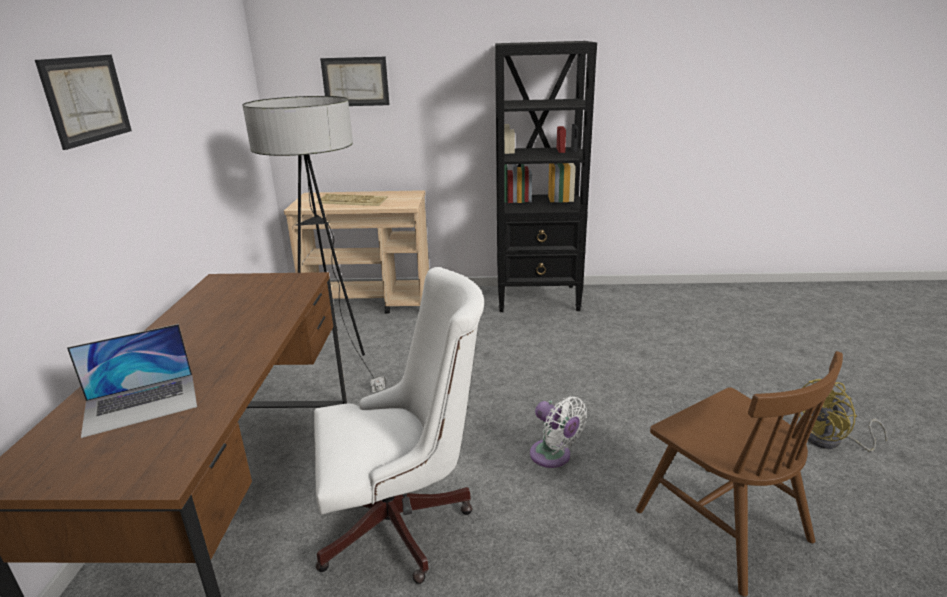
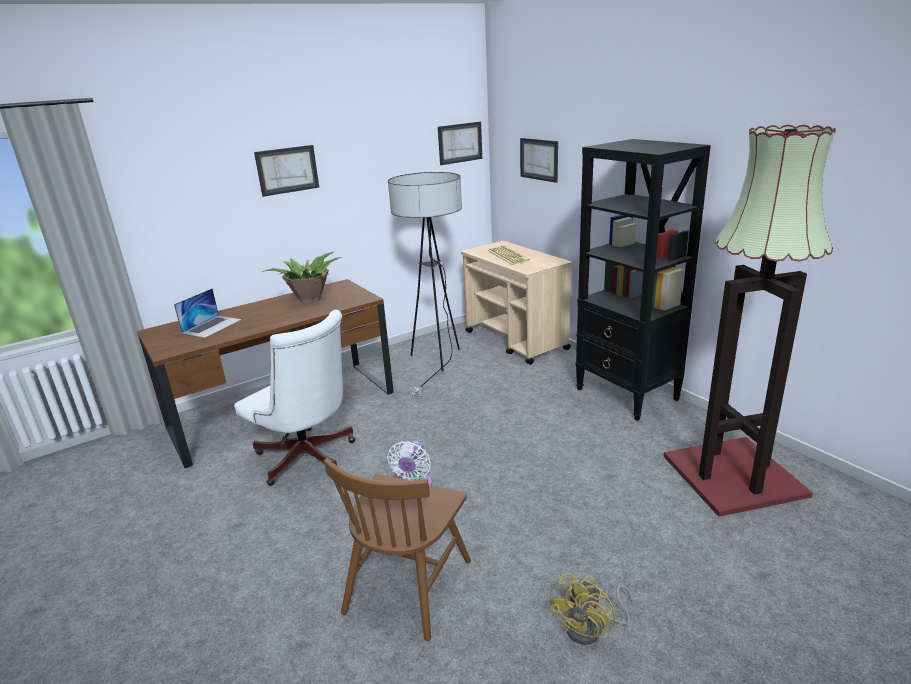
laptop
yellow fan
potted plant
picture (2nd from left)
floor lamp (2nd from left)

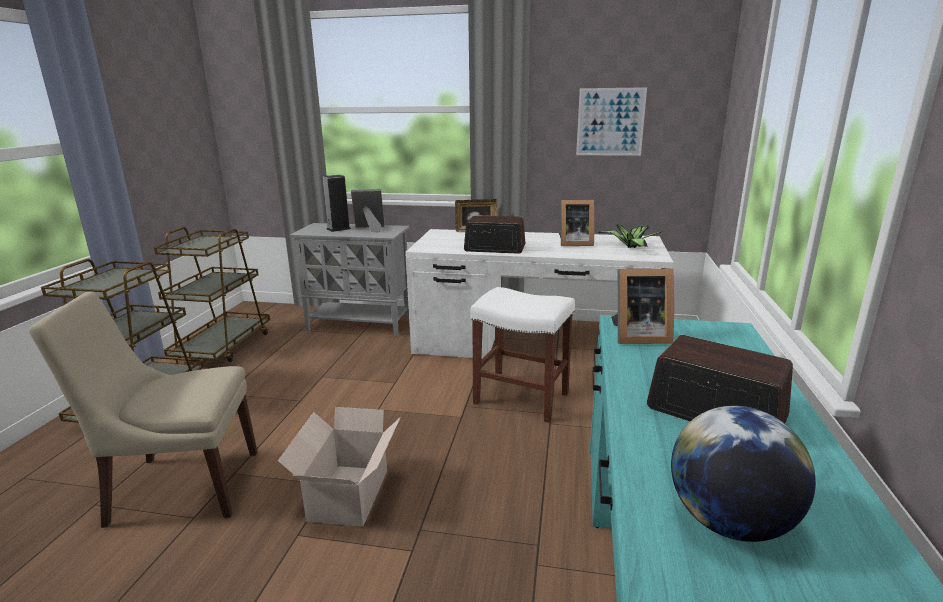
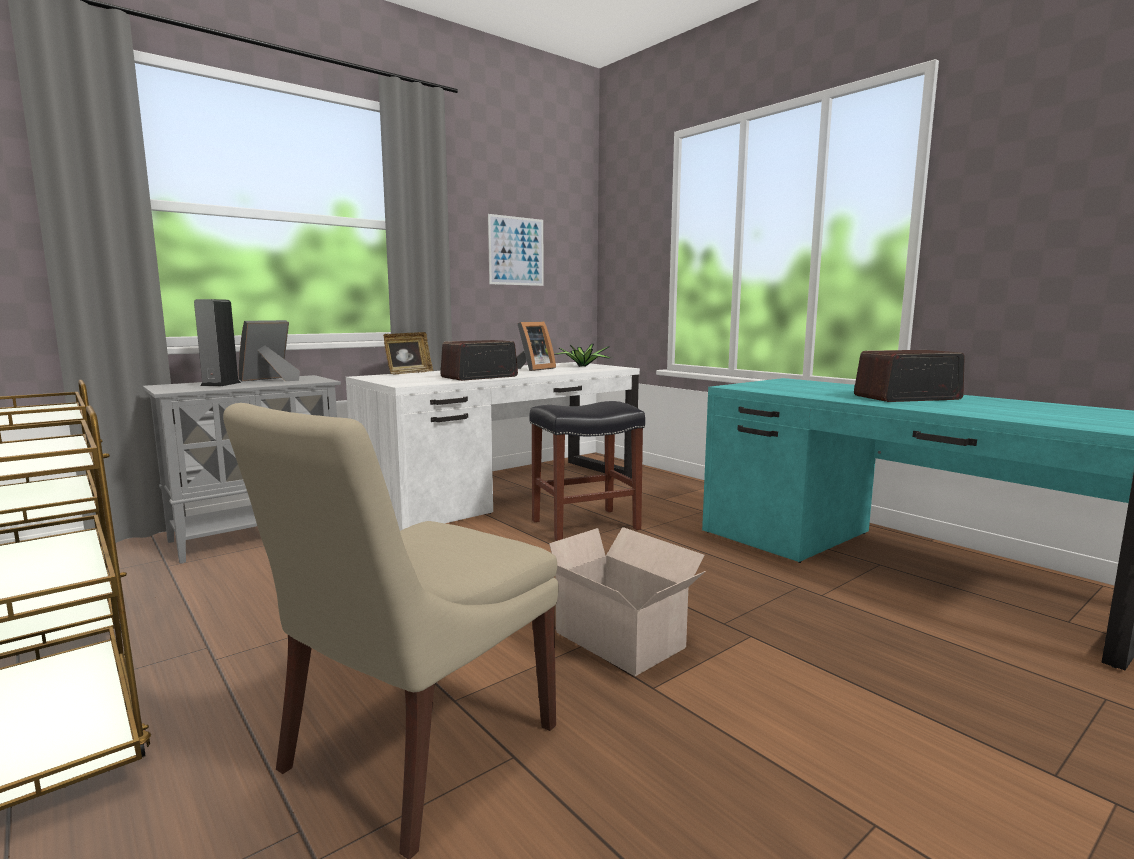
black stool
picture frame (4th from left in the first image)
globe

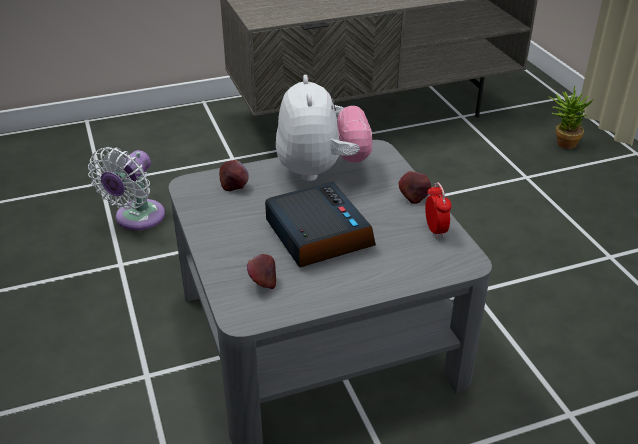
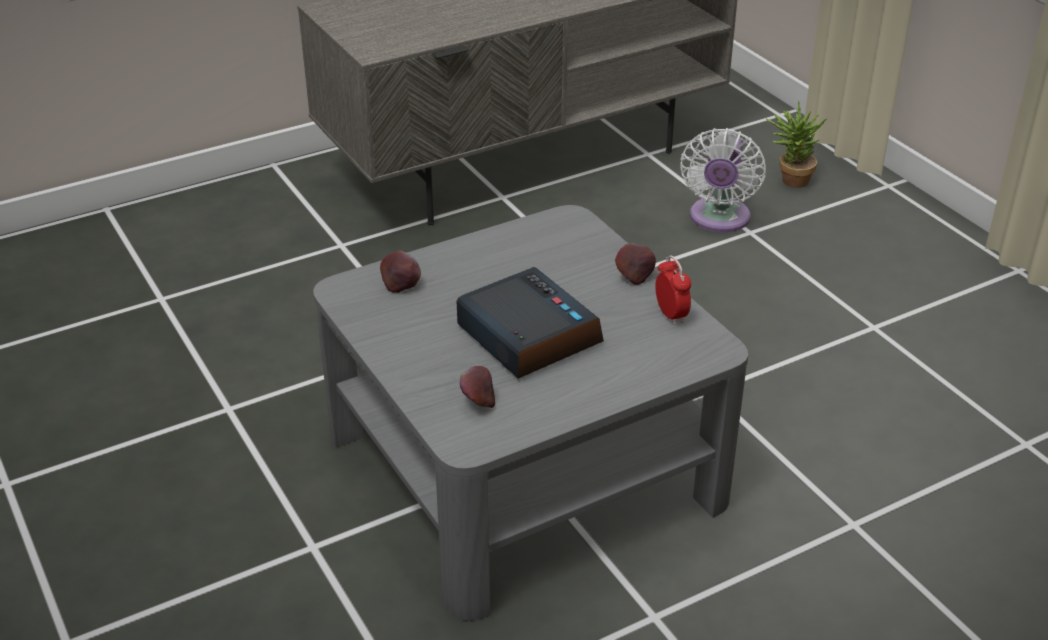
white fan
plush toy

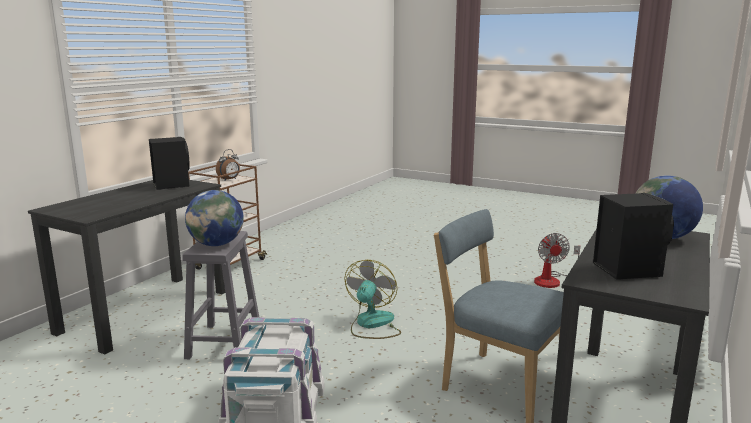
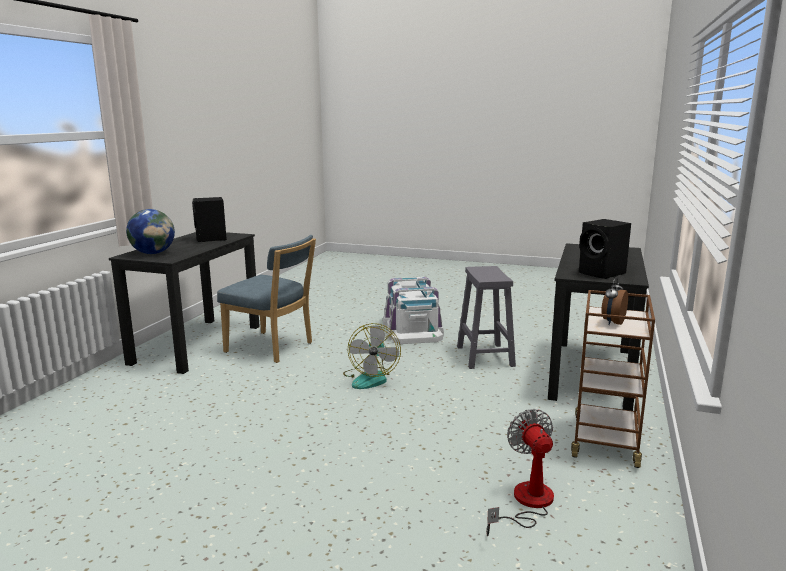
globe (1st from left in the first image)
fan (2nd from left)

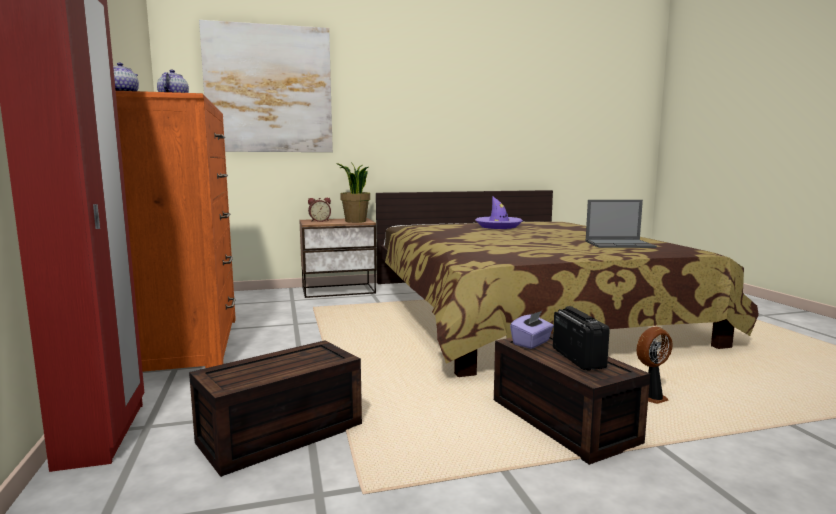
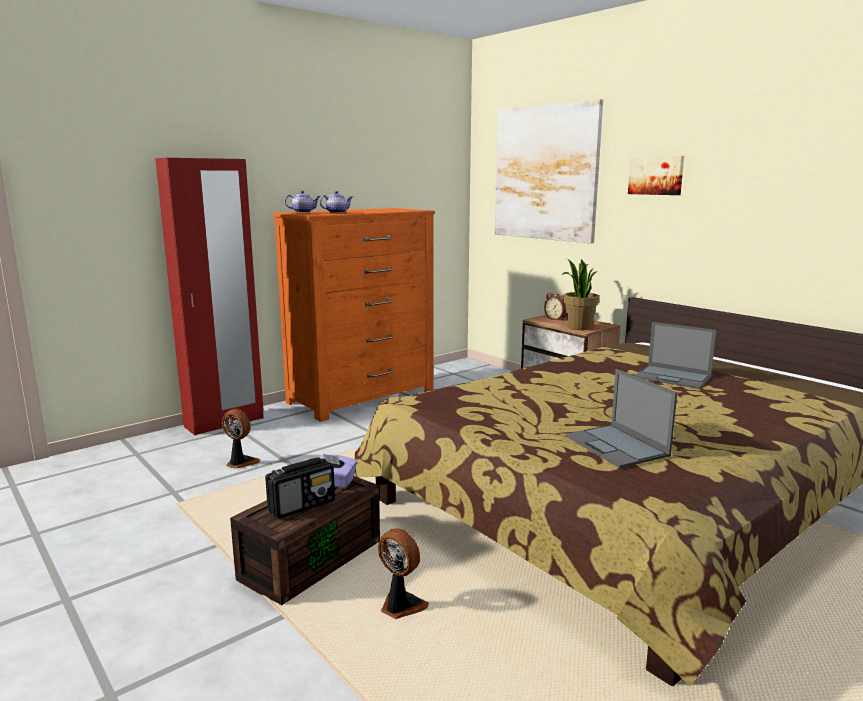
fan (1st from left)
laptop (2nd from left)
picture (2nd from left)

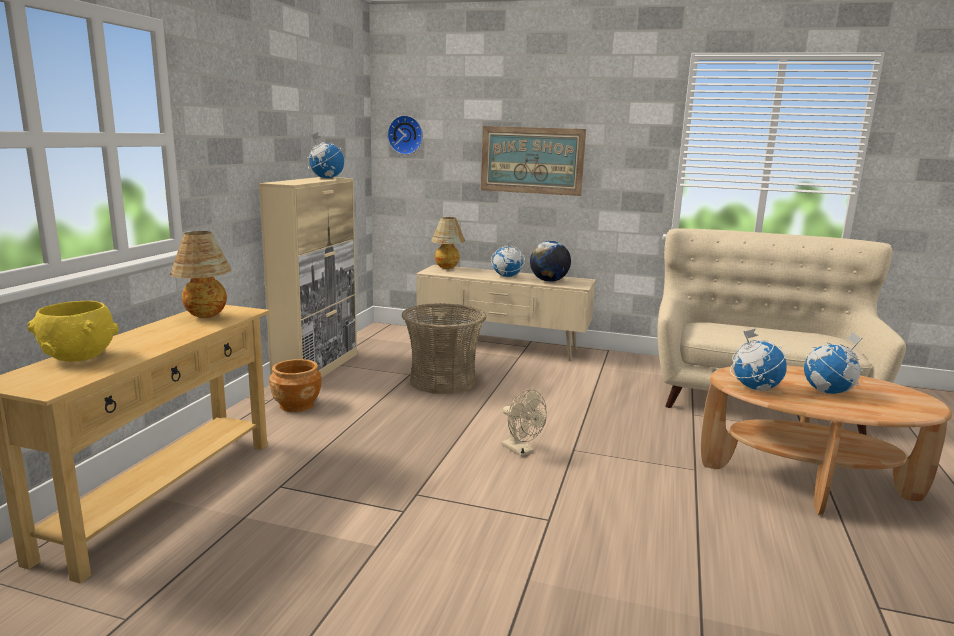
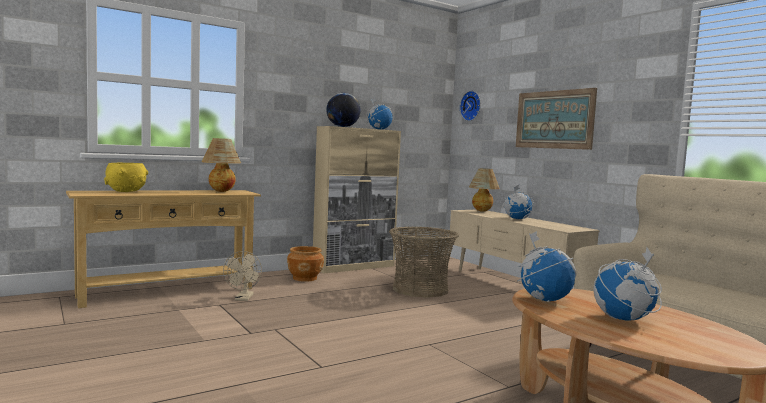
beige fan
globe (1st from left)

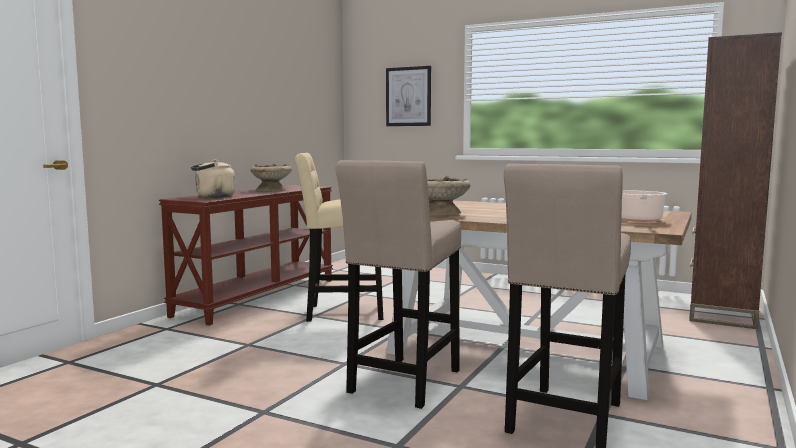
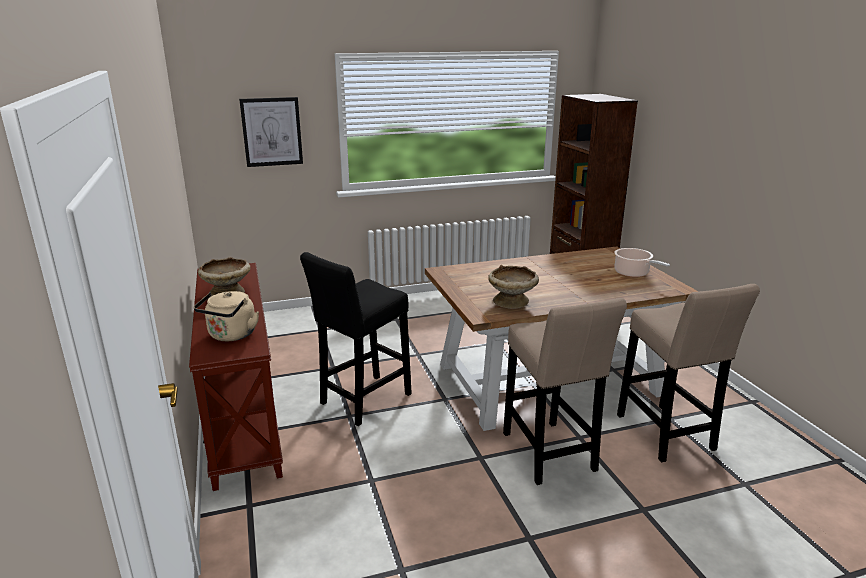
black stool

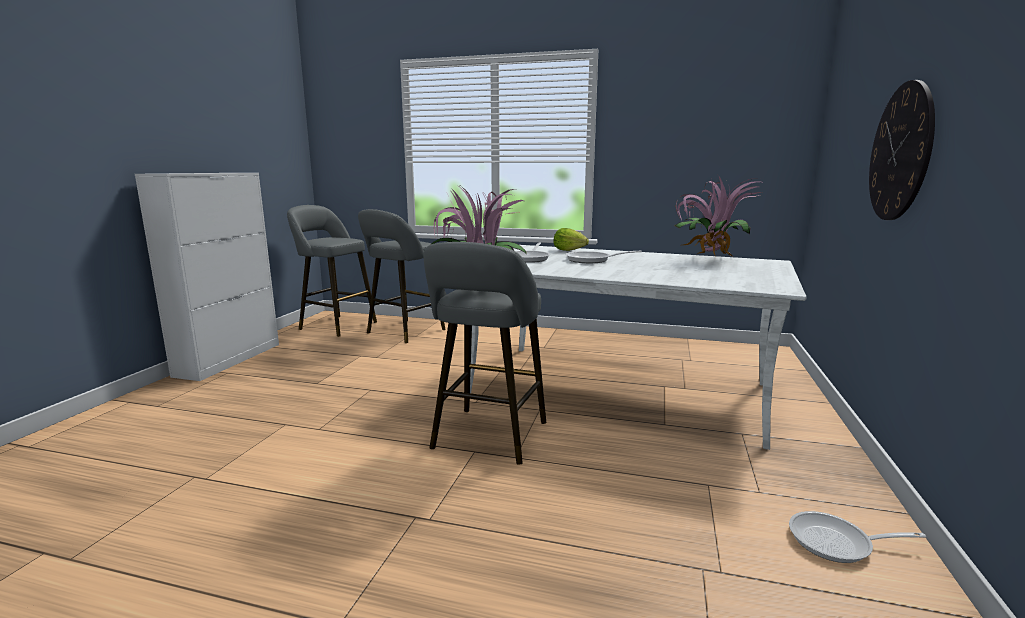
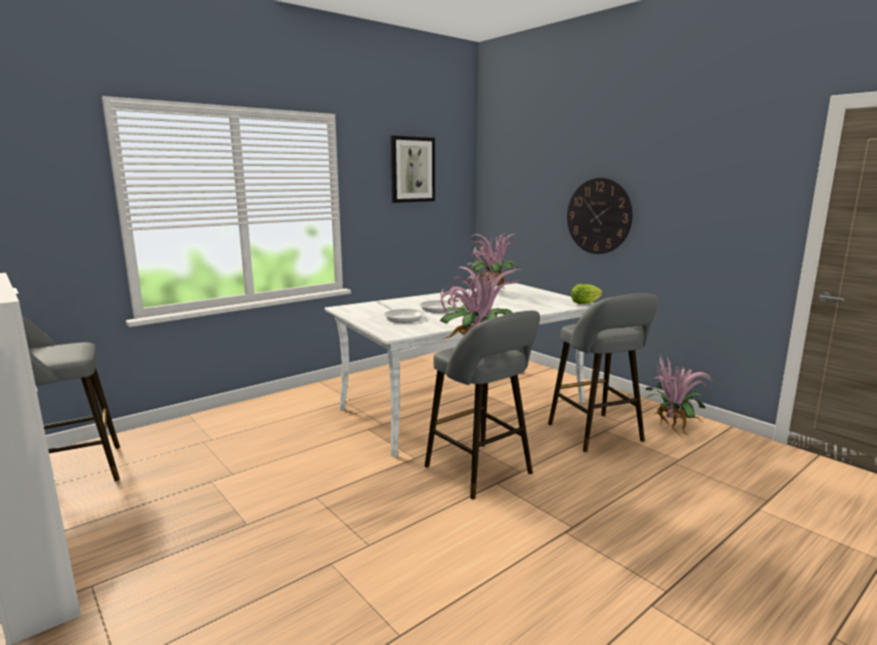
grey stool (3rd from left)
lettuce
potted plant (3rd from left)
picture

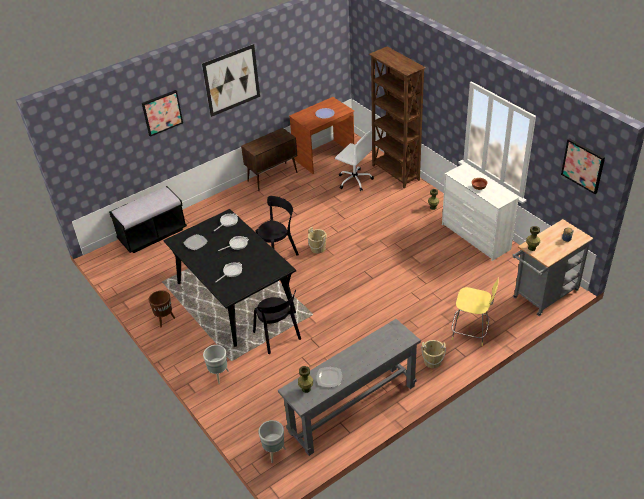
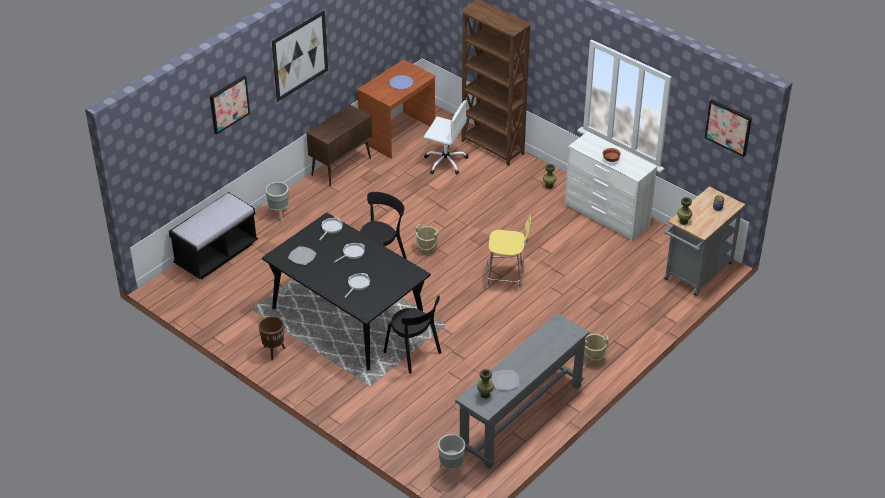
grey planter (1st from left)
yellow stool

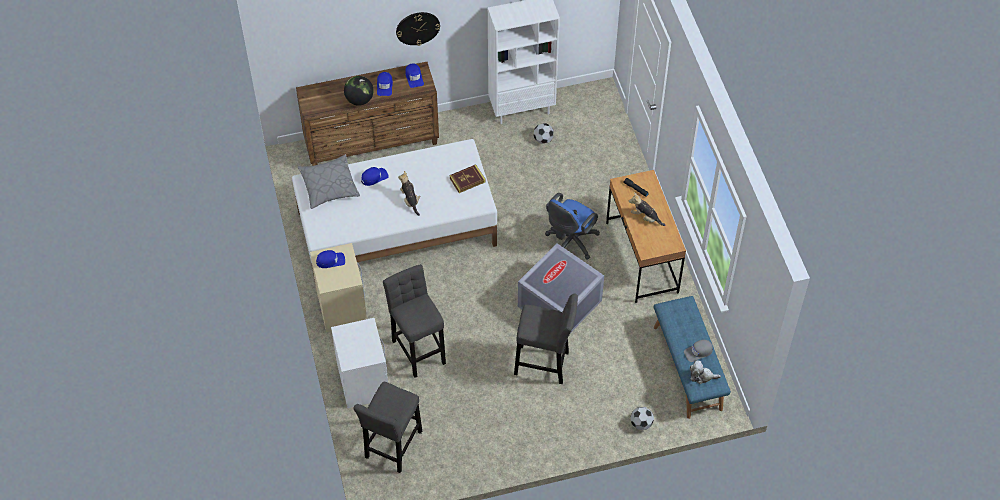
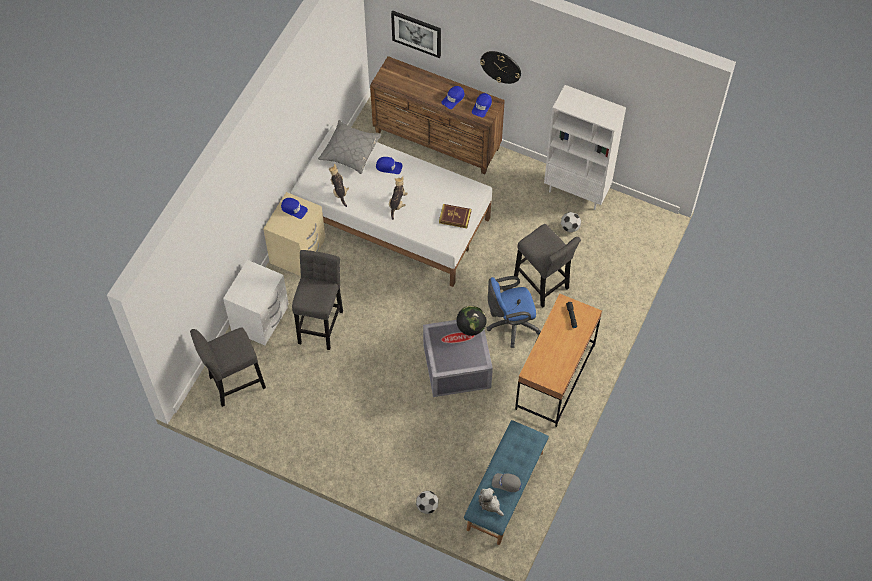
globe
grey stool (3rd from left)
plush toy (1st from left)
picture

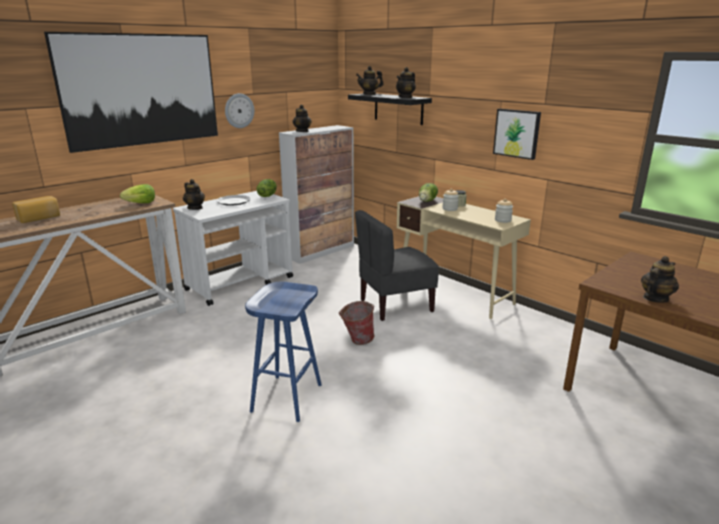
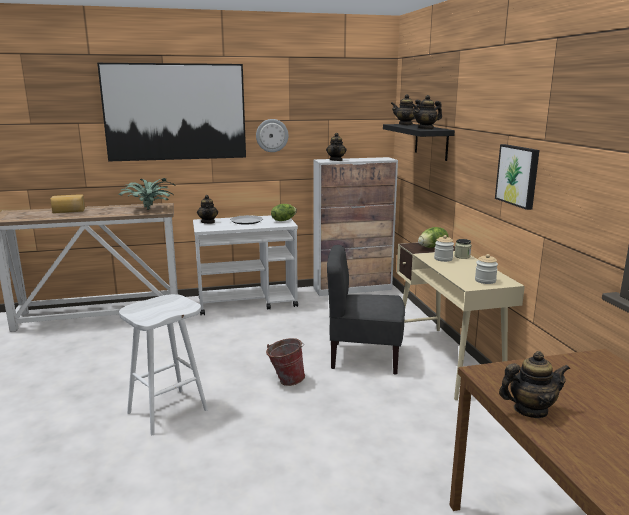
potted plant
white stool

